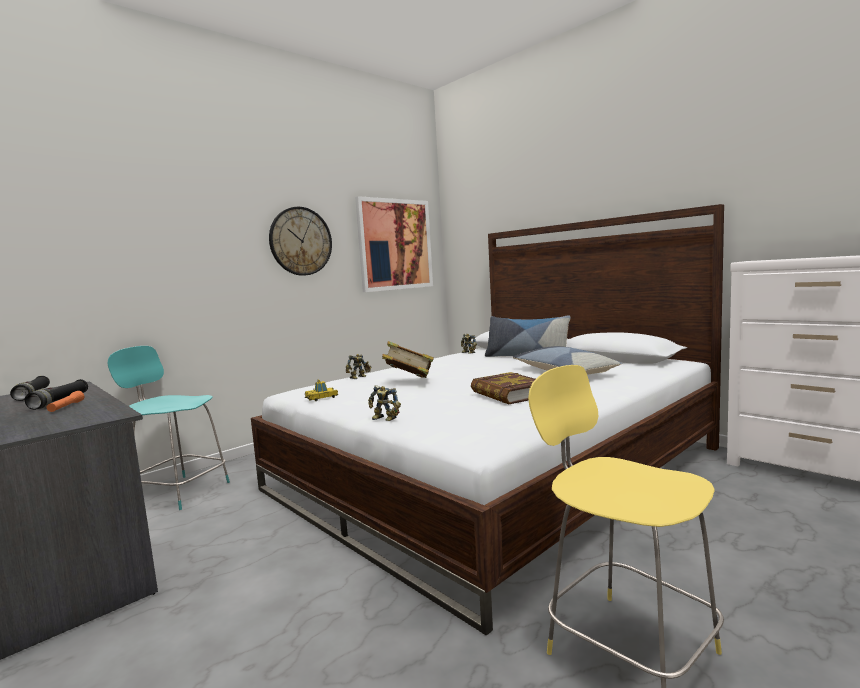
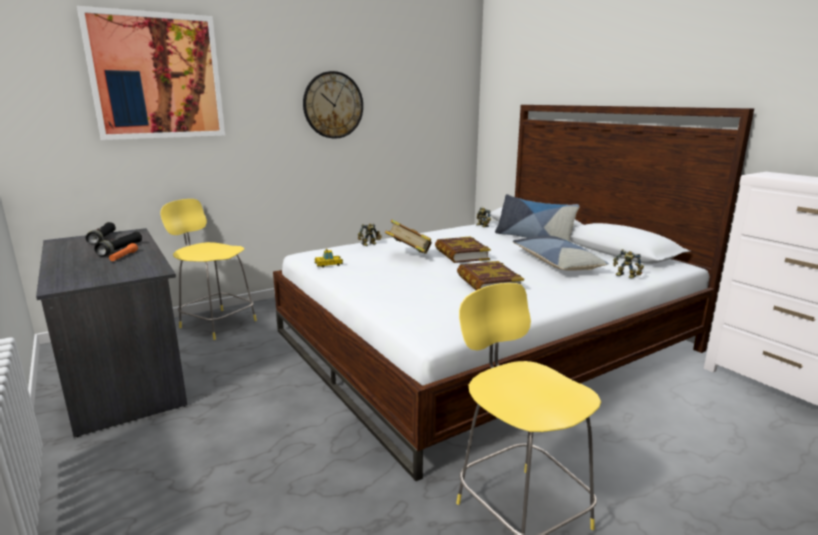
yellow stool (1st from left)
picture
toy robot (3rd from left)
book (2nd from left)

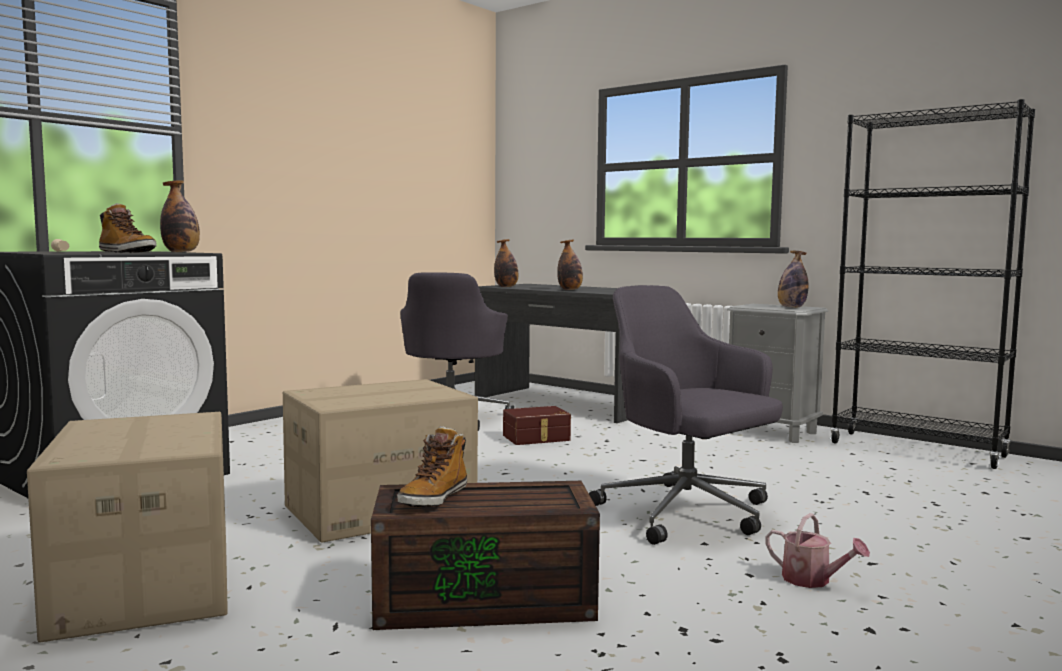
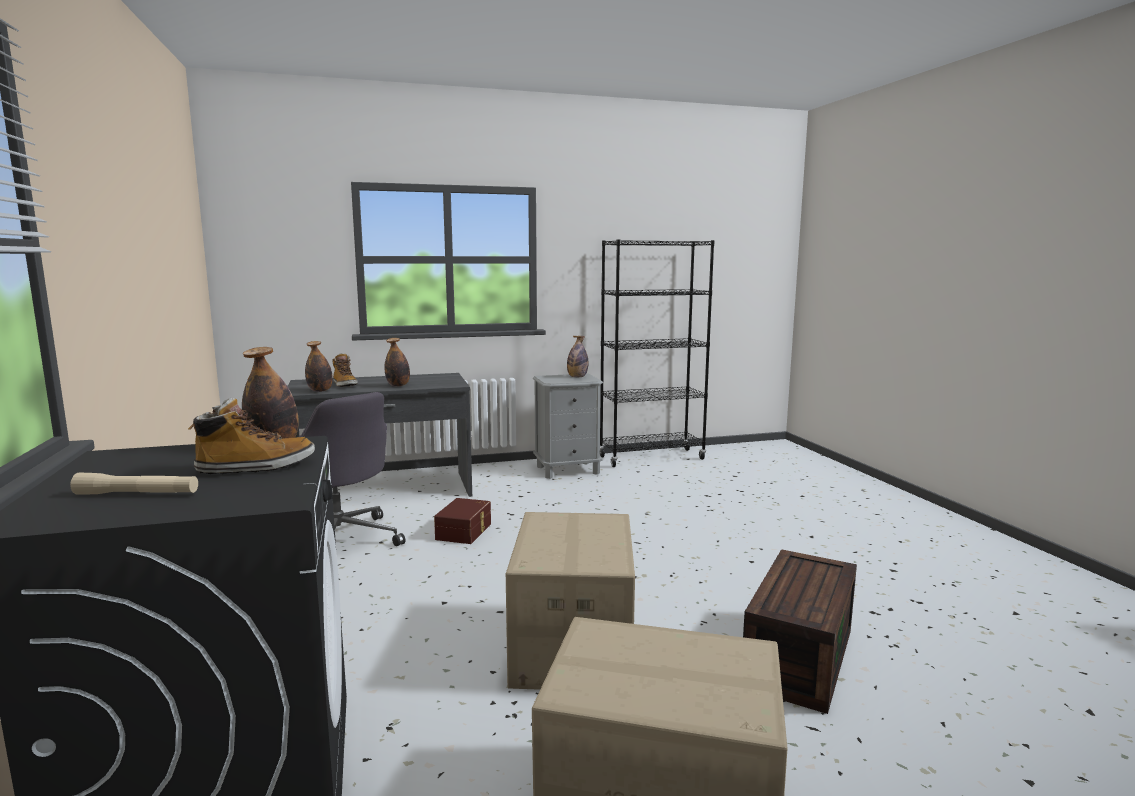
boot (2nd from left)
grey office chair (2nd from left in the first image)
watering can

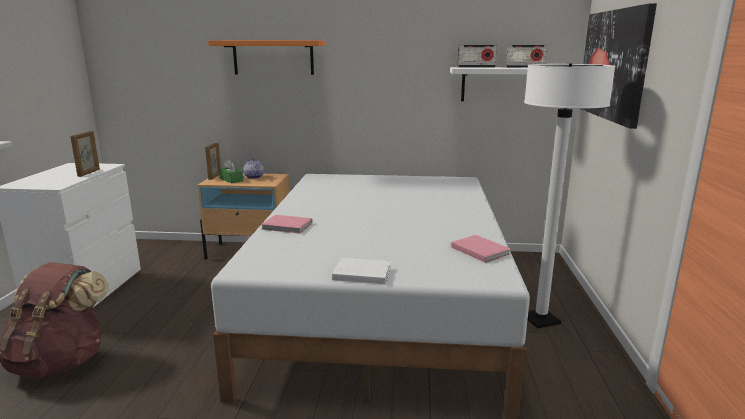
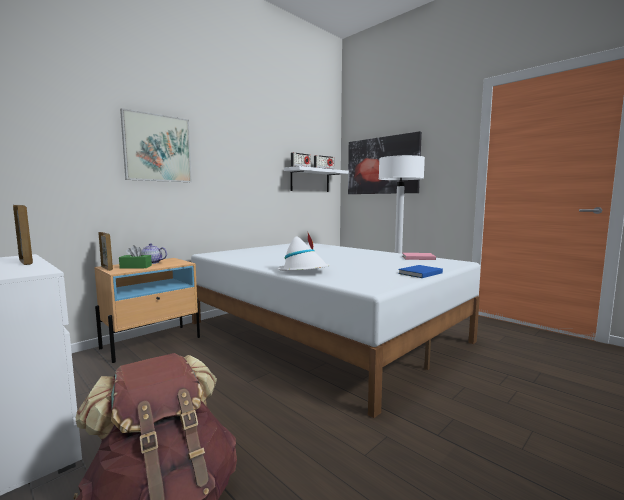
picture (1st from left)
white hat
blue book

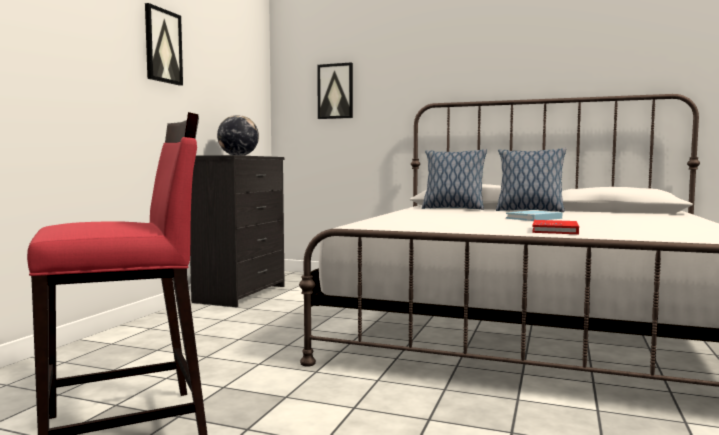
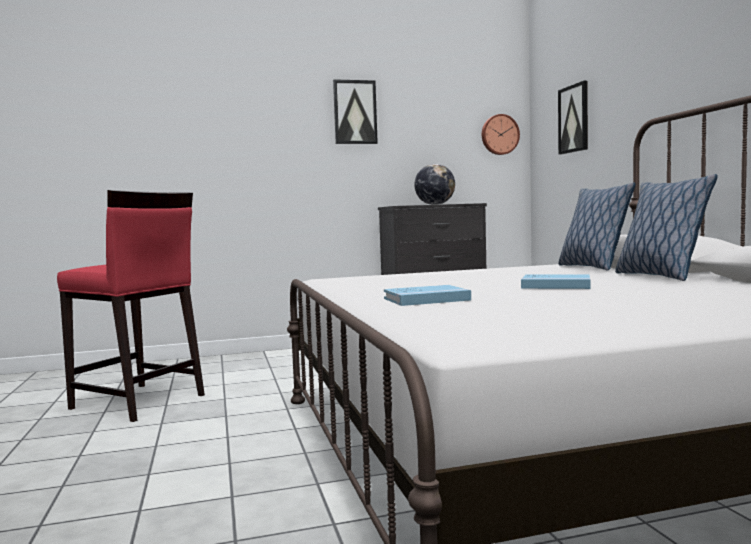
blue book (1st from left)
wall clock

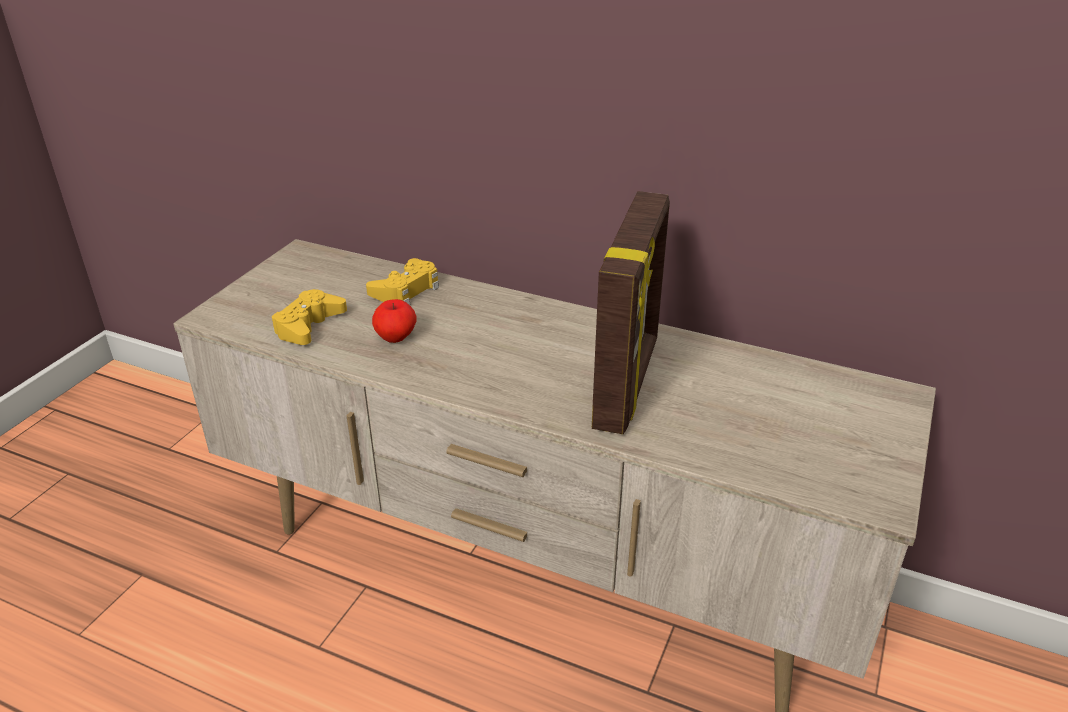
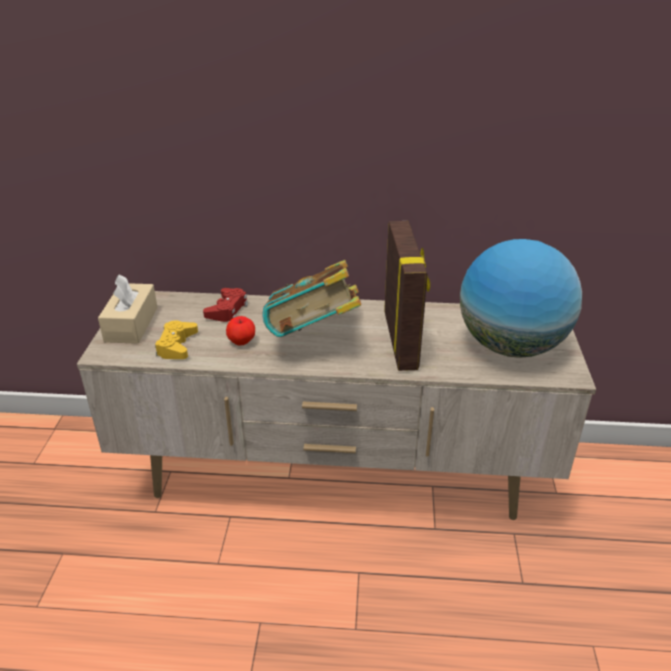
red game controller
beige tissue box
book
globe

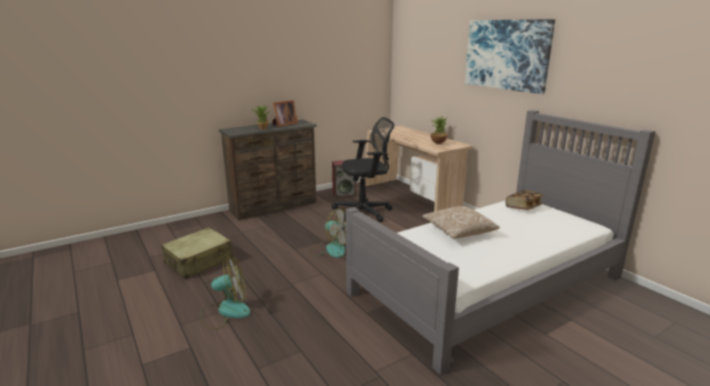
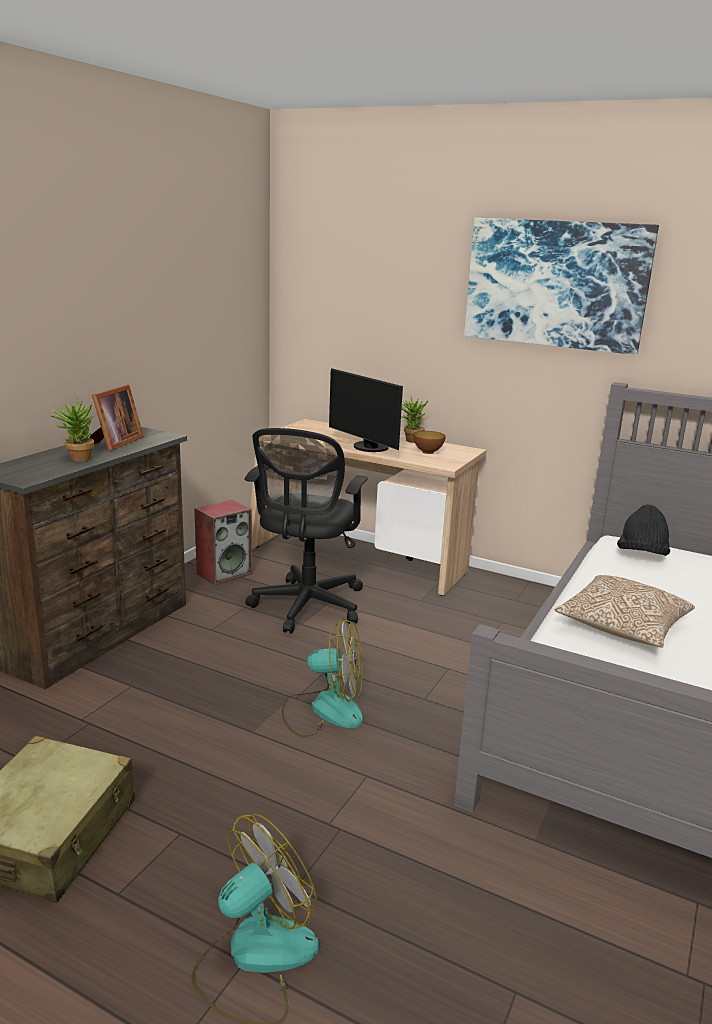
black office chair
black hat
monitor

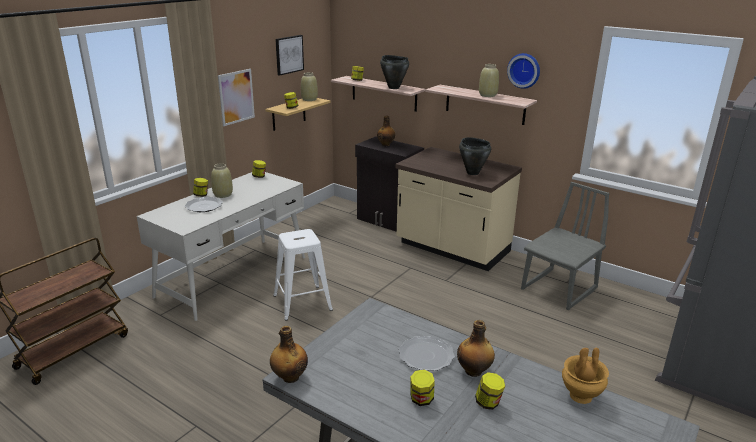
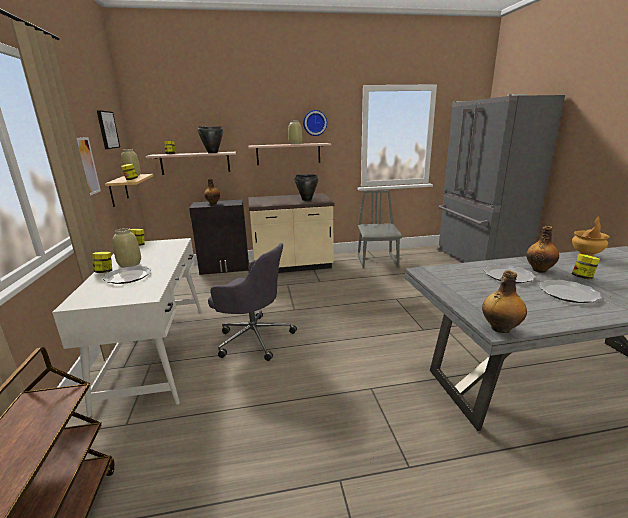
grey office chair
plate (3rd from left)

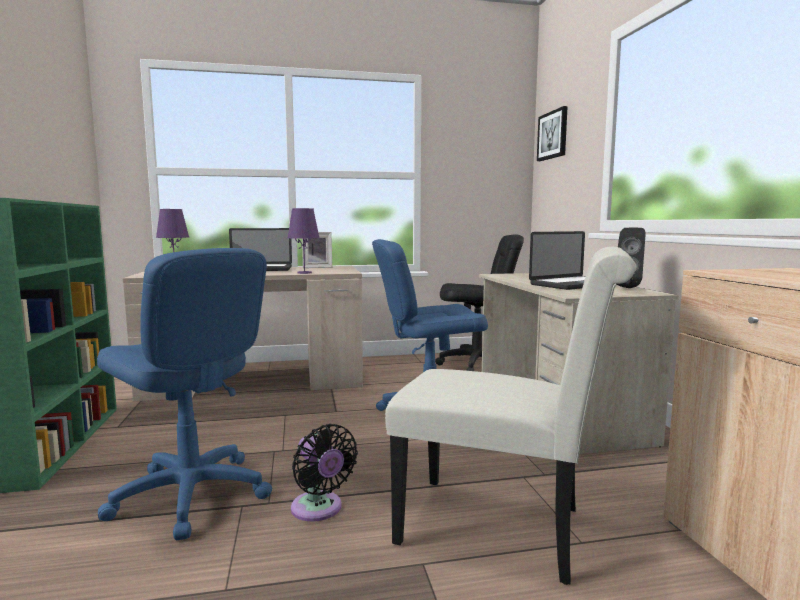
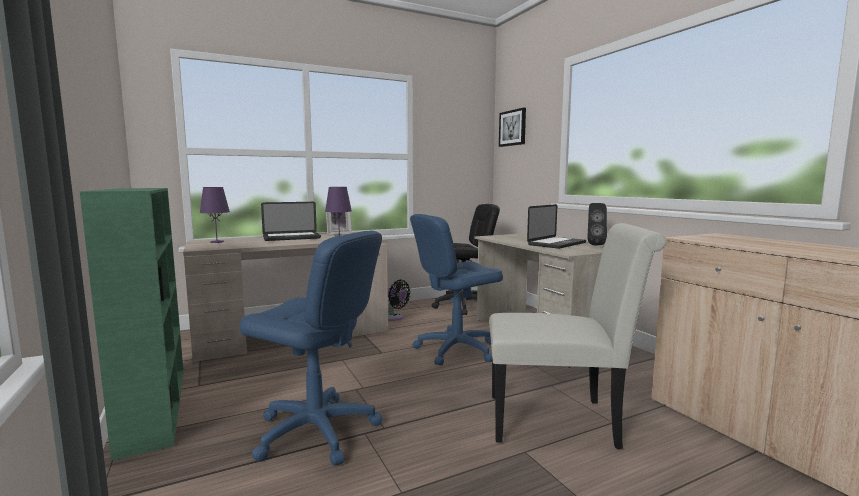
black fan

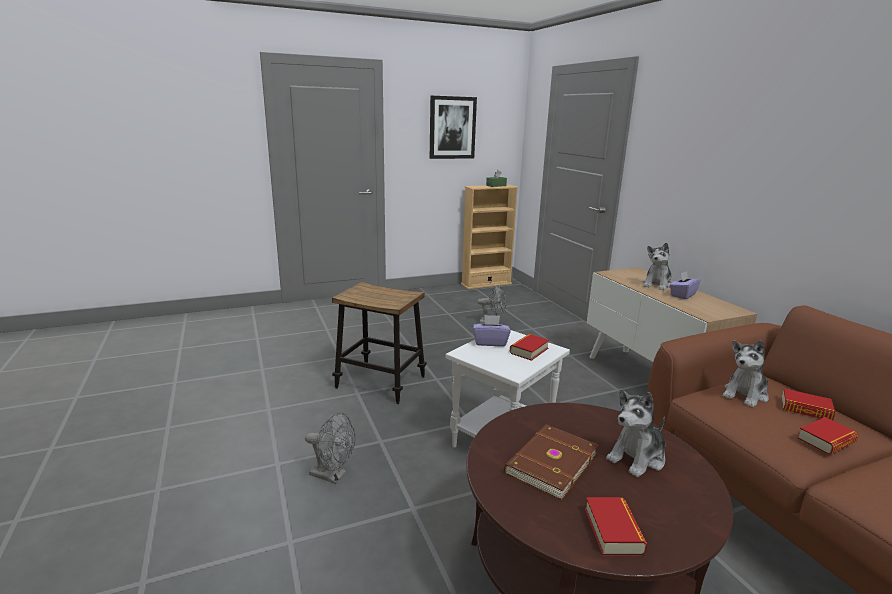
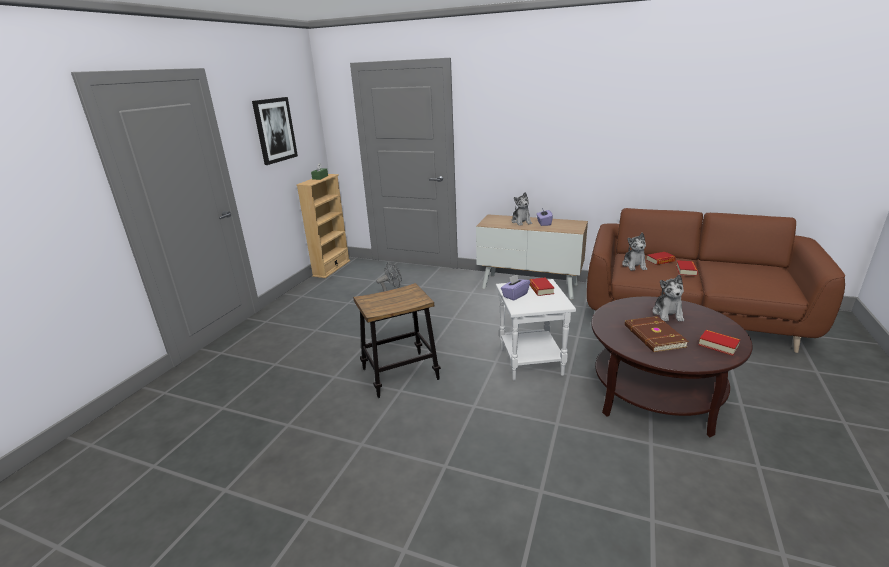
grey fan (1st from left in the first image)

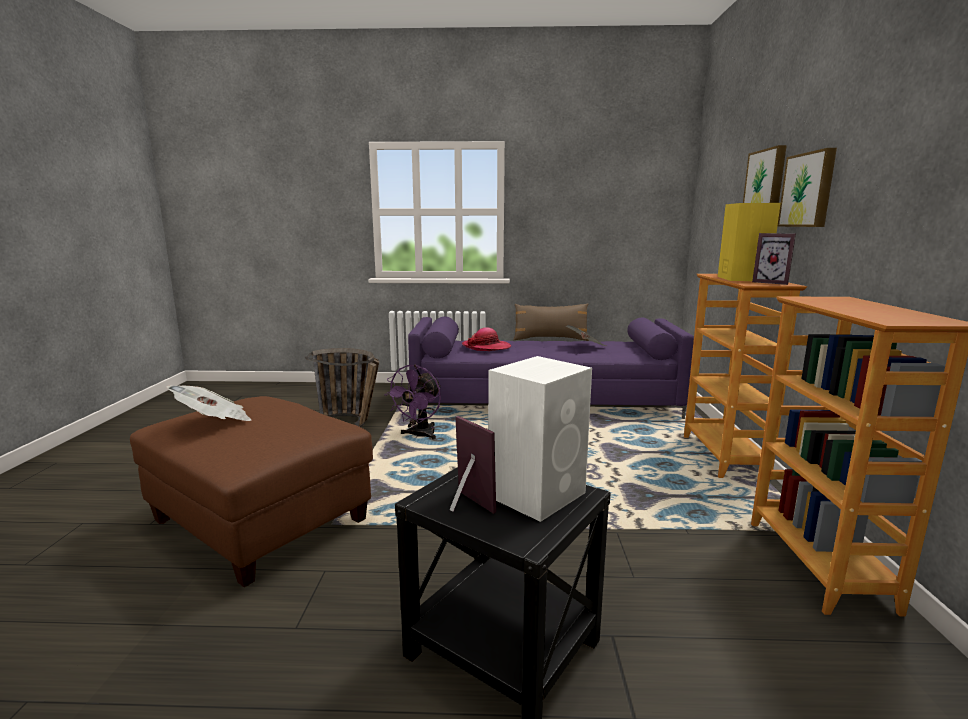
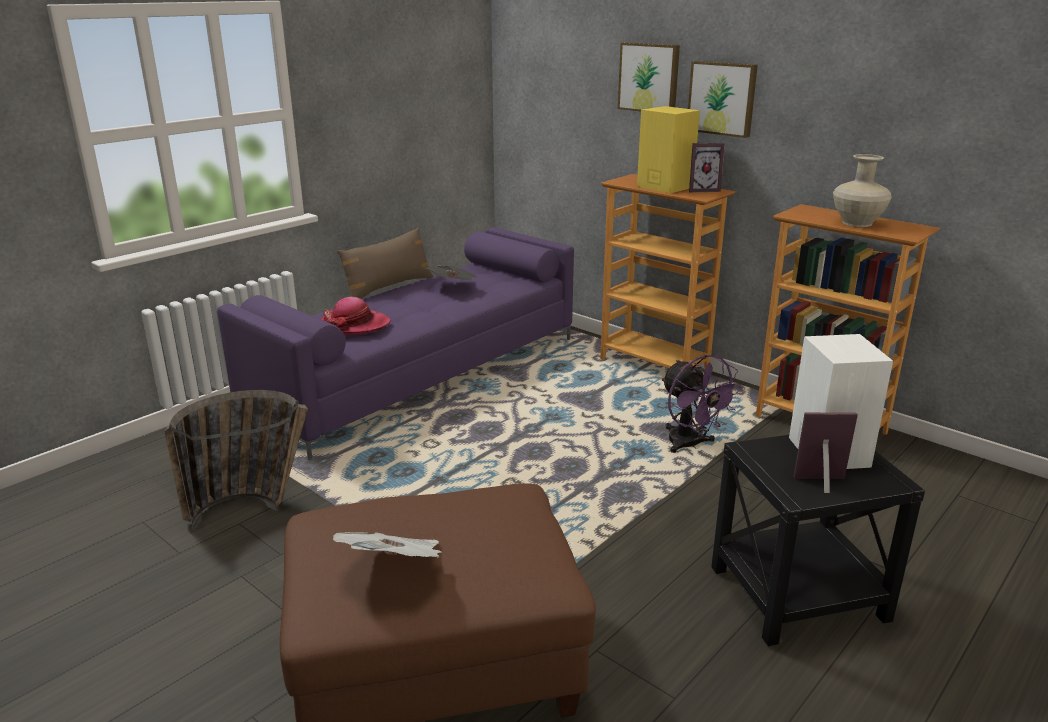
purple fan
beige vase

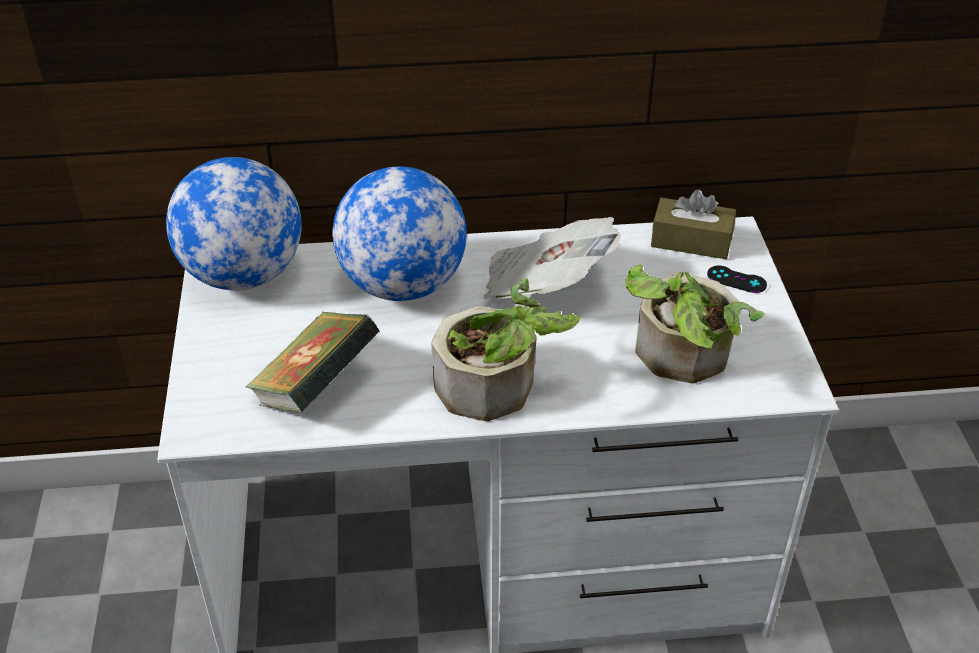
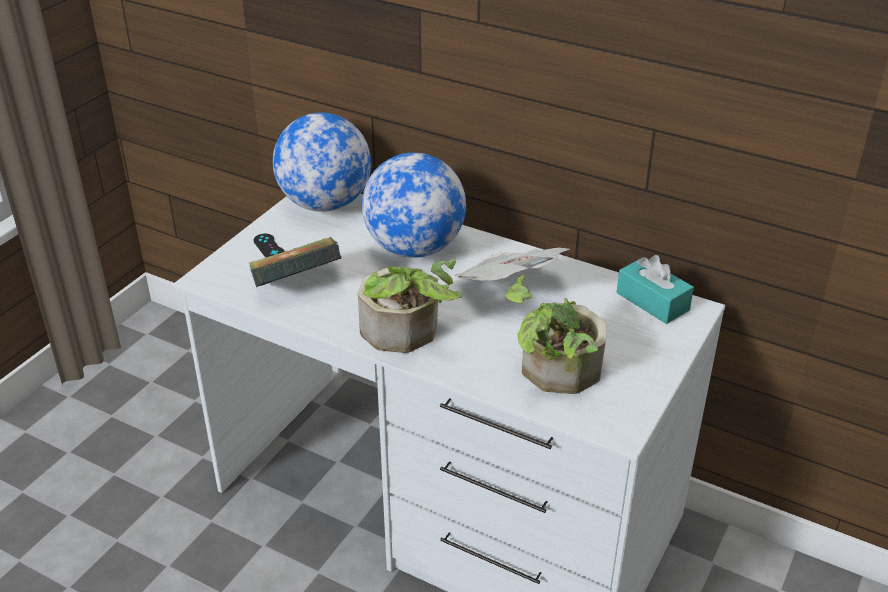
turquoise tissue box
black game controller

